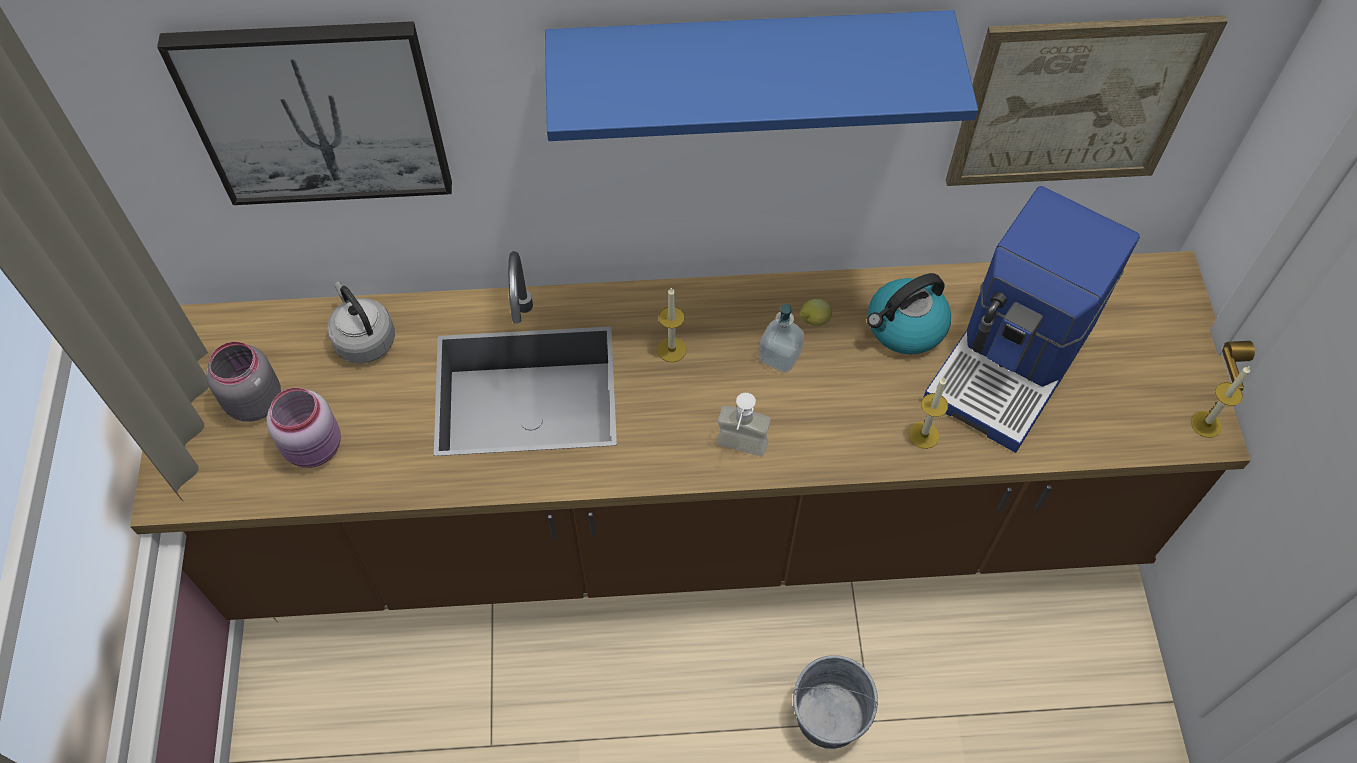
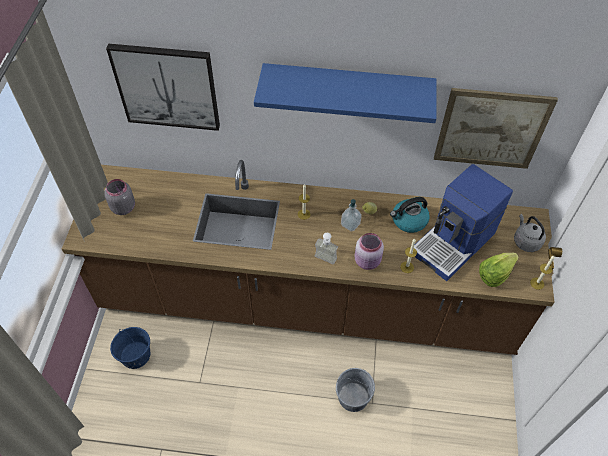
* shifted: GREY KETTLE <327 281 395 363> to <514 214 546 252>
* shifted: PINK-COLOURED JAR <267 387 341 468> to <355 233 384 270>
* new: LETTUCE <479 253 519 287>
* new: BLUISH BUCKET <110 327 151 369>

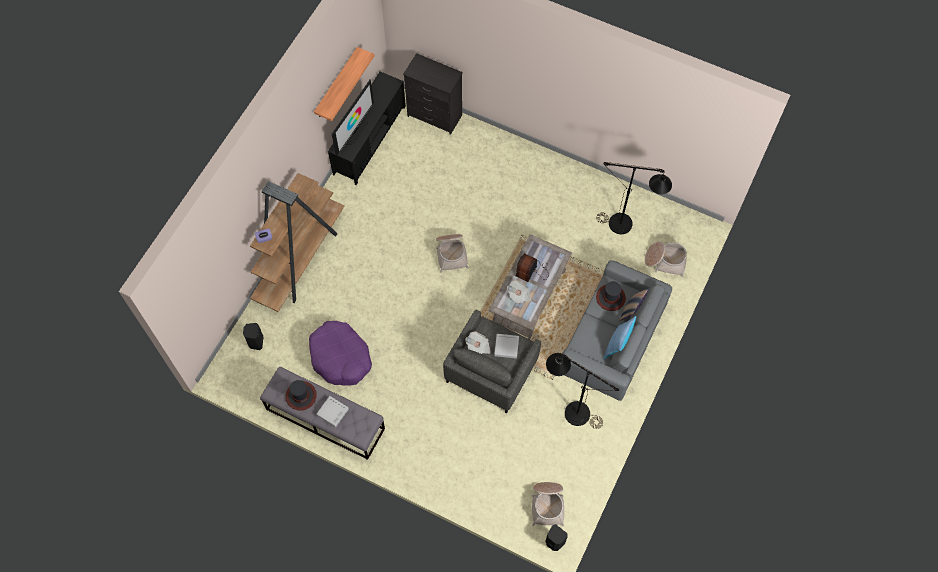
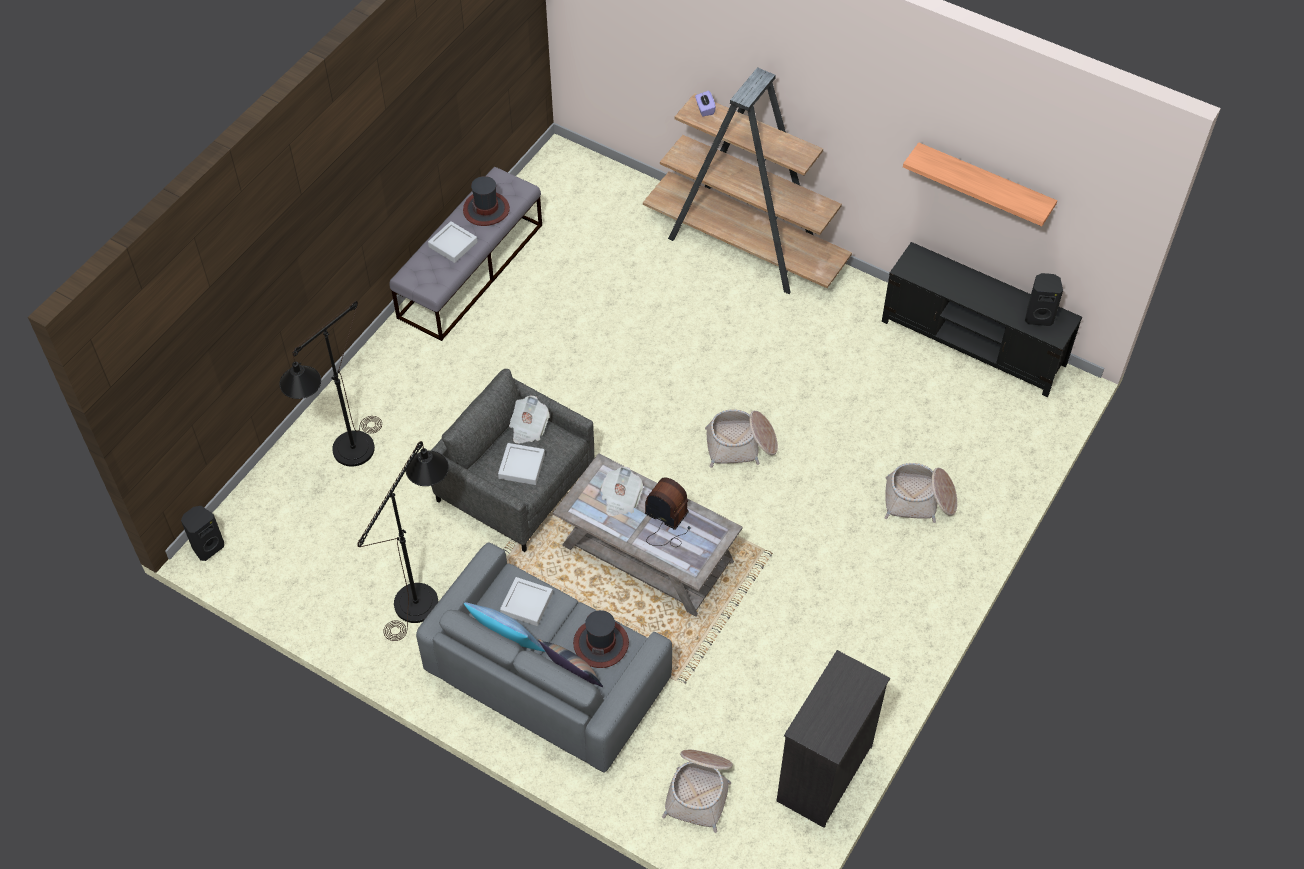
* shifted: BLACKISH DRAWER CHEST <403 53 463 135> to <776 650 890 828>
* gone: TV SET <332 79 374 156>
* shifted: BLACKISH STANDARD LAMP <596 162 672 234> to <279 301 382 467>
* gone: PURPLE DOG BED <309 321 372 386>
* shifted: BLACKISH LOUDSPEAKER <243 323 264 350> to <1025 273 1063 326>
* shifted: BASKET <532 482 564 526> to <885 463 957 523>
* new: GREY SERVING TRAY <500 577 553 626>

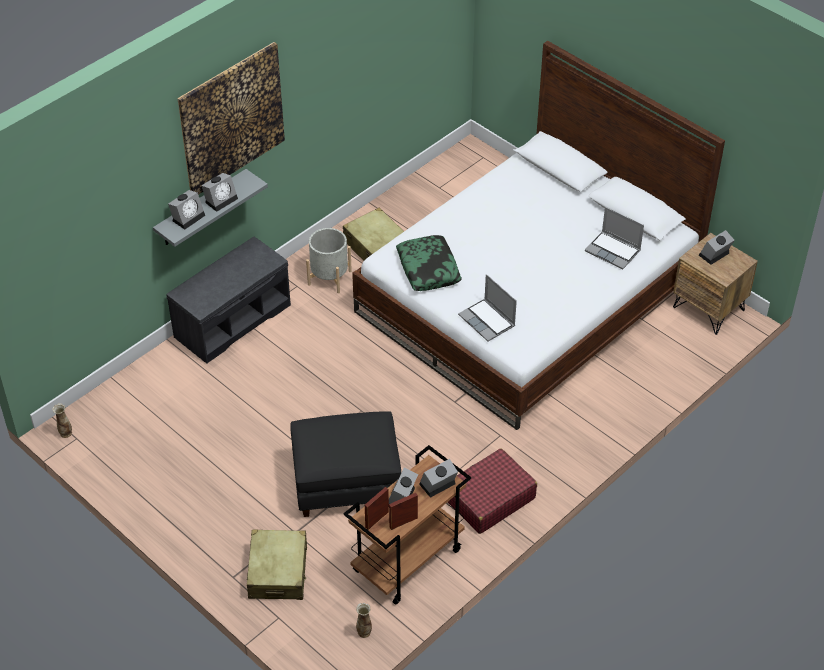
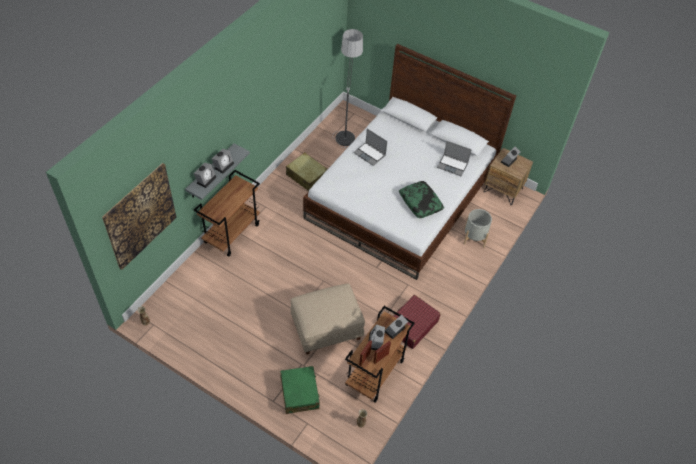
* shifted: WALL ART <177 42 285 195> to <102 163 176 270>
* shifted: GREY PLANT POT <306 228 352 293> to <464 209 492 247>
* shifted: CUSHION <396 235 462 291> to <399 181 444 218>
* swapped: GREY BENCH <166 237 291 364> to BROWN-COLOURED WHEELED CART <194 170 260 257>
* shifted: LAPTOP <458 274 517 342> to <353 129 387 166>
* repainted: BLACKISH POUFFE <291 412 401 517> to SAND-COLOURED POUFFE <290 283 365 355>
* repainted: SAND-COLOURED SUITCASE <247 530 307 600> to GREEN-COLOURED SUITCASE <280 366 320 414>
* new: STANDARD LAMP <332 29 363 148>

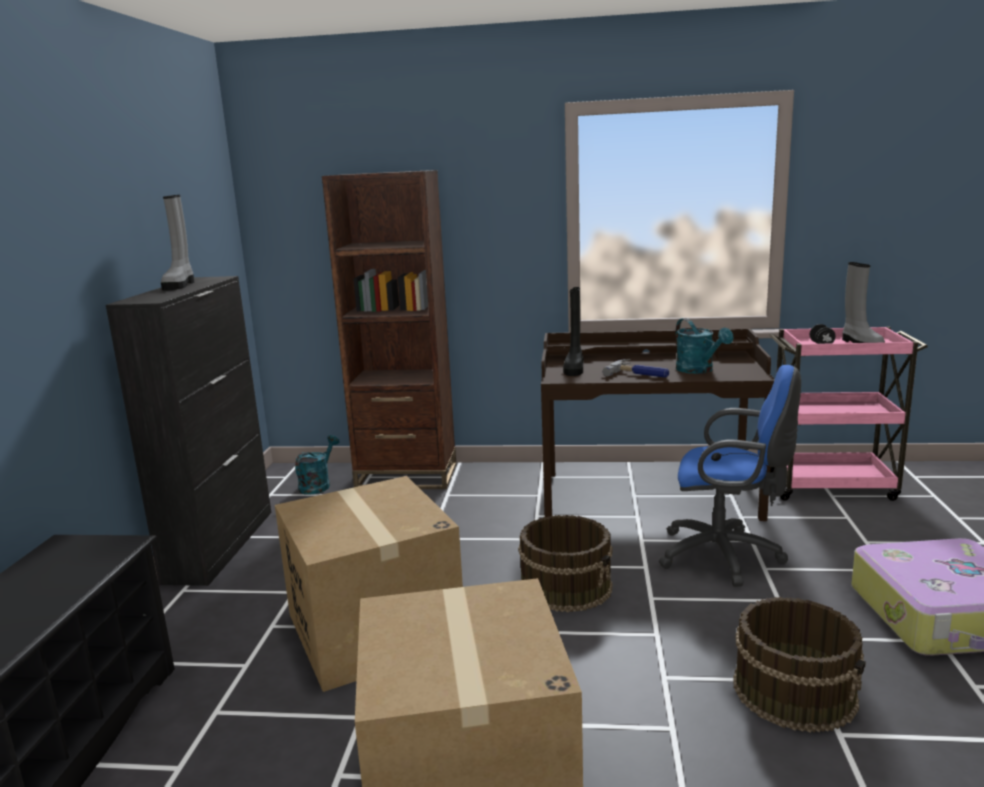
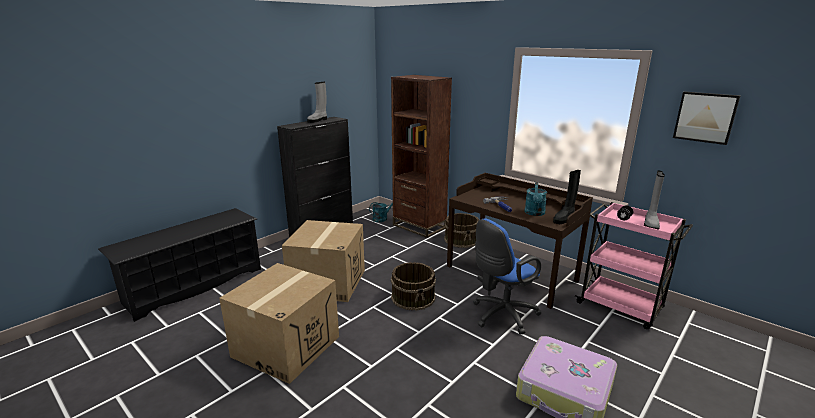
* shifted: BLACKISH HIGH-TOP BOOT <563 287 583 376> to <553 170 581 224>
* rotated: BLUISH DESK CHAIR <659 365 801 587> = <473 219 541 335> 90 degrees clockwise
* shifted: BROWN-COLOURED BUCKET <733 597 866 733> to <444 213 479 248>
* new: WALL ART <673 91 741 145>

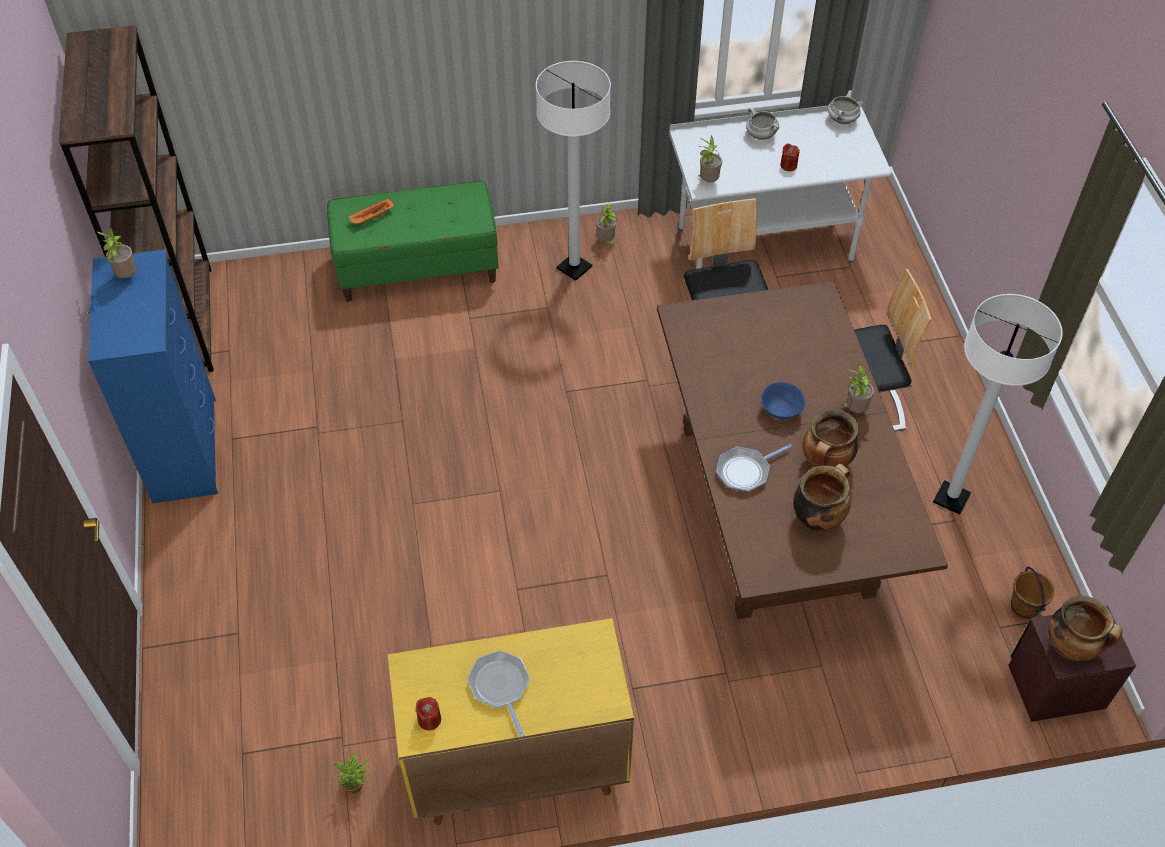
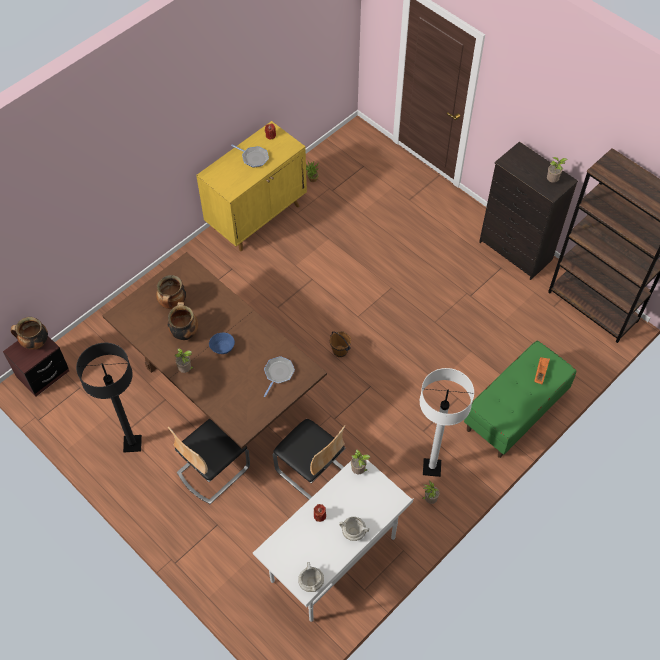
* repainted: BLUISH DRAWER CHEST <86 249 218 503> to BLACKISH DRAWER CHEST <479 142 578 280>
* repainted: WHITISH STANDARD LAMP <933 294 1063 515> to BLACKISH STANDARD LAMP <76 343 142 452>
* shifted: FRYING PAN <716 444 792 492> to <264 356 295 397>
* shifted: BROWN-COLOURED BUCKET <1011 567 1055 619> to <330 331 351 357>

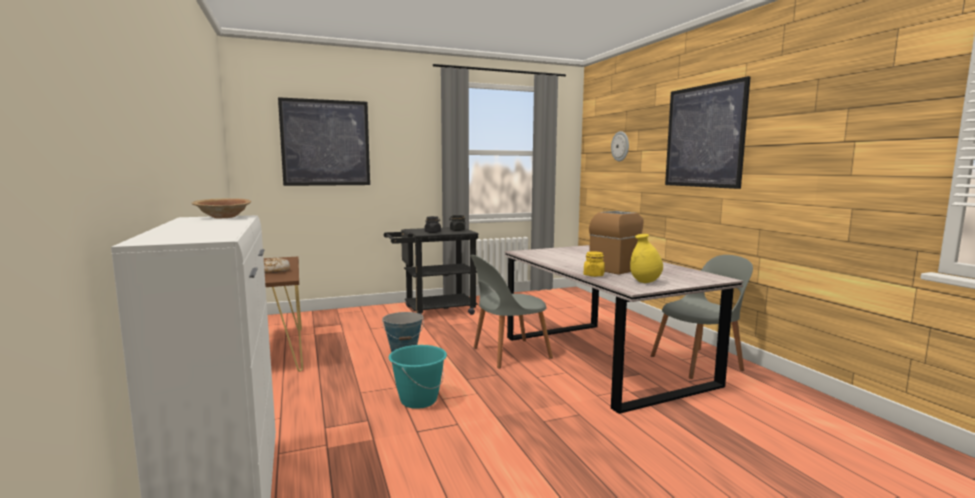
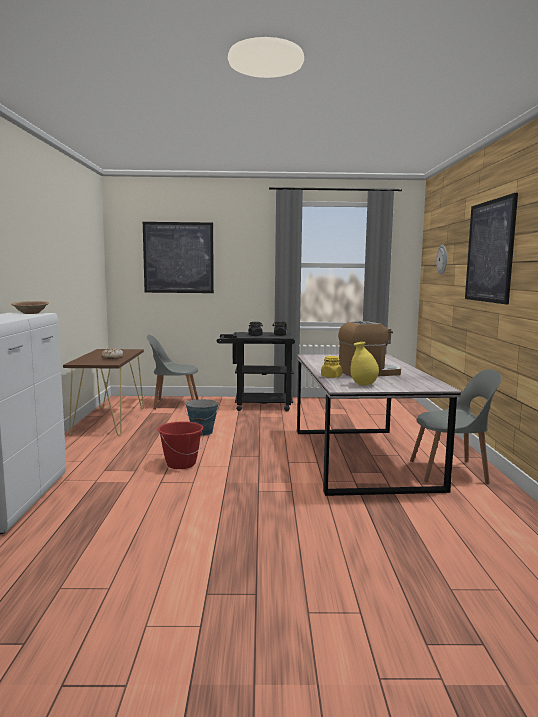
* shifted: GREY CHAIR <471 255 553 369> to <147 335 198 409>
* repainted: TURQUOISE BUCKET <389 345 447 409> to REDDISH BUCKET <158 421 203 469>

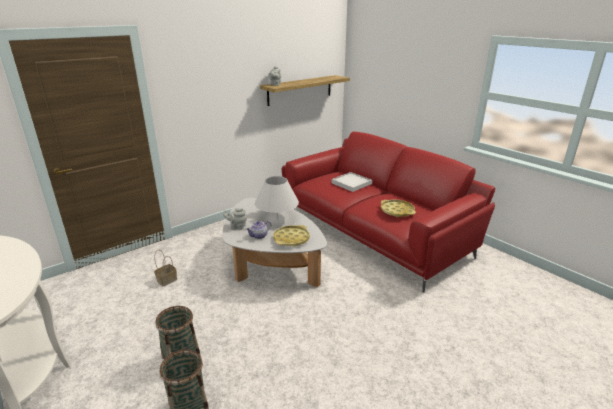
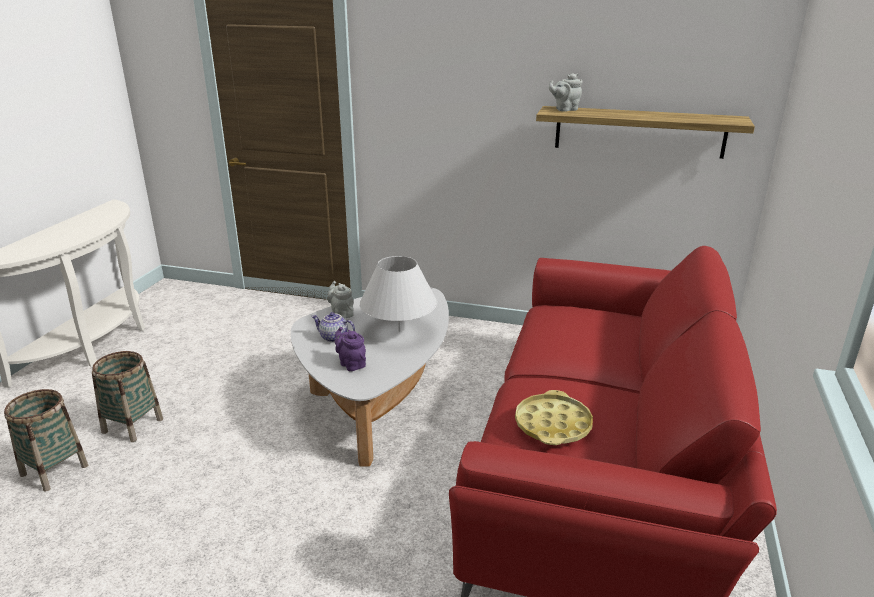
* gone: WHITISH SERVING TRAY <331 172 372 192>
* swapped: YELLOWISH SERVING TRAY <273 225 310 247> to PURPLE POT FOR TEA <335 327 366 371>
* gone: BASKET <154 250 177 286>

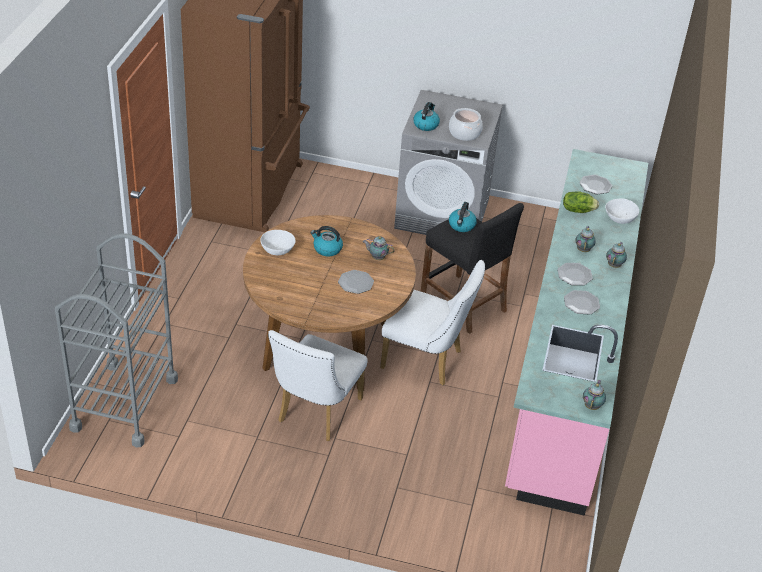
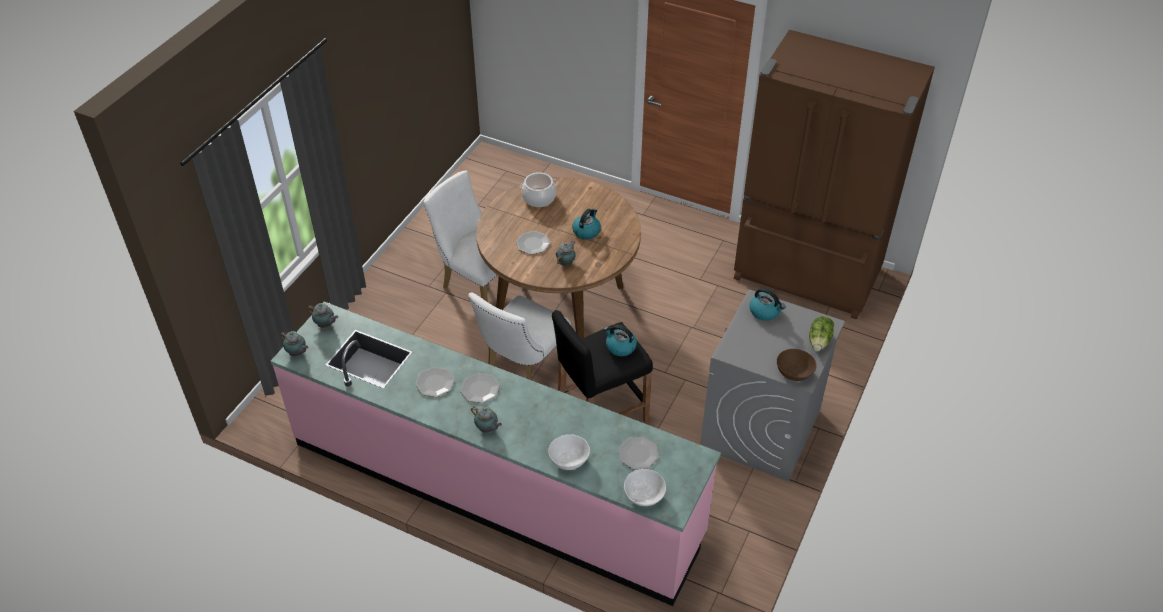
* shifted: COOKING POT <449 108 483 141> to <520 172 558 207>
* shifted: LETTUCE <563 191 599 213> to <809 316 834 351>
* shifted: POT FOR TEA <575 226 596 252> to <308 303 338 328>
* shifted: WHITISH DEEP DISH <260 230 296 256> to <624 469 666 506>
* gone: GREY WHEELED CART <55 233 178 447>
* new: BROWN-COLOURED DEEP DISH <777 349 816 381>

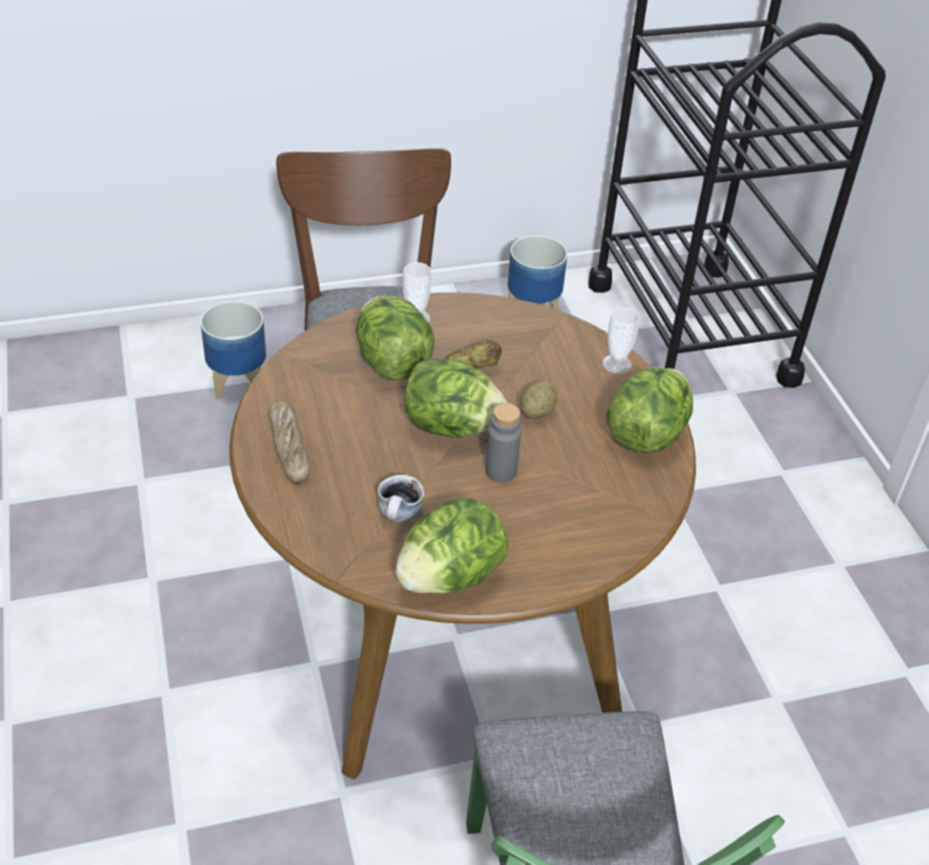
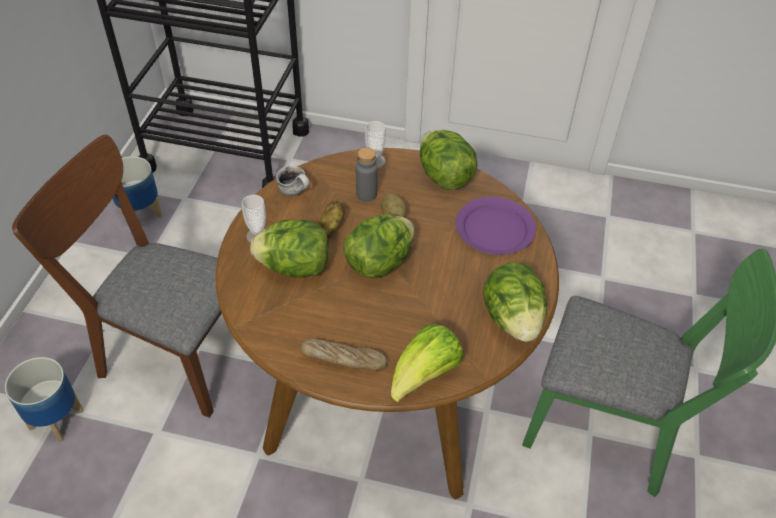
* shifted: GREY BEVERAGE BOTTLE <485 403 521 483> to <356 148 378 202>
* shifted: MUG <378 475 424 523> to <276 166 310 196>
* new: PURPLE FLAT DISH <456 197 536 255>
* new: LETTUCE <391 324 464 402>

